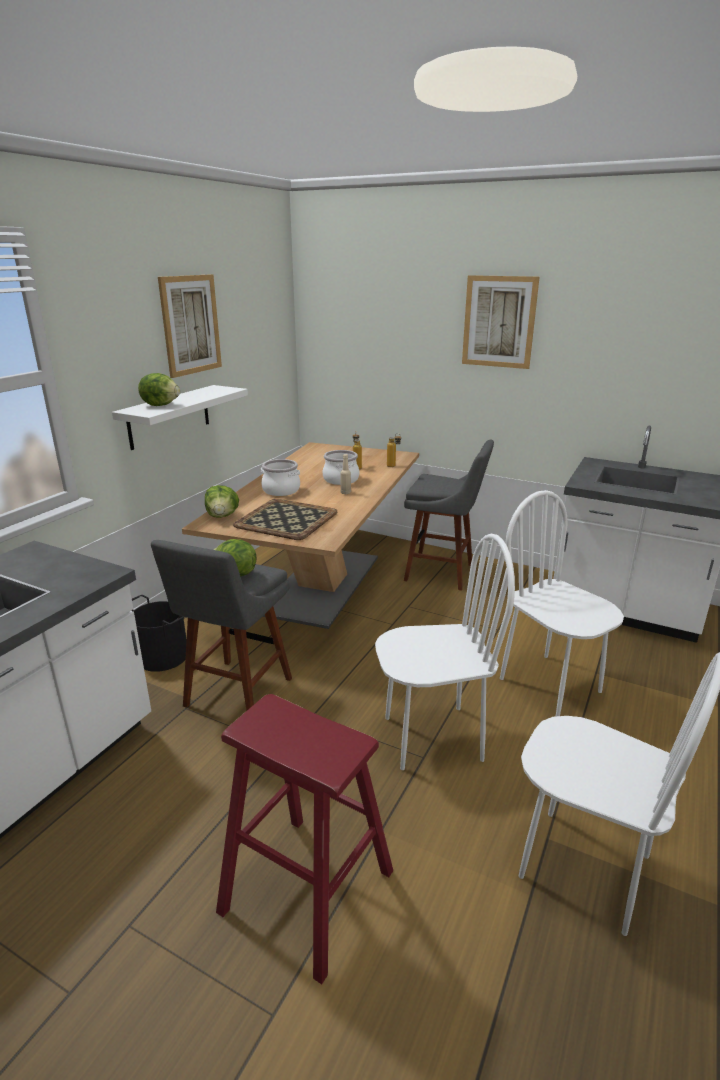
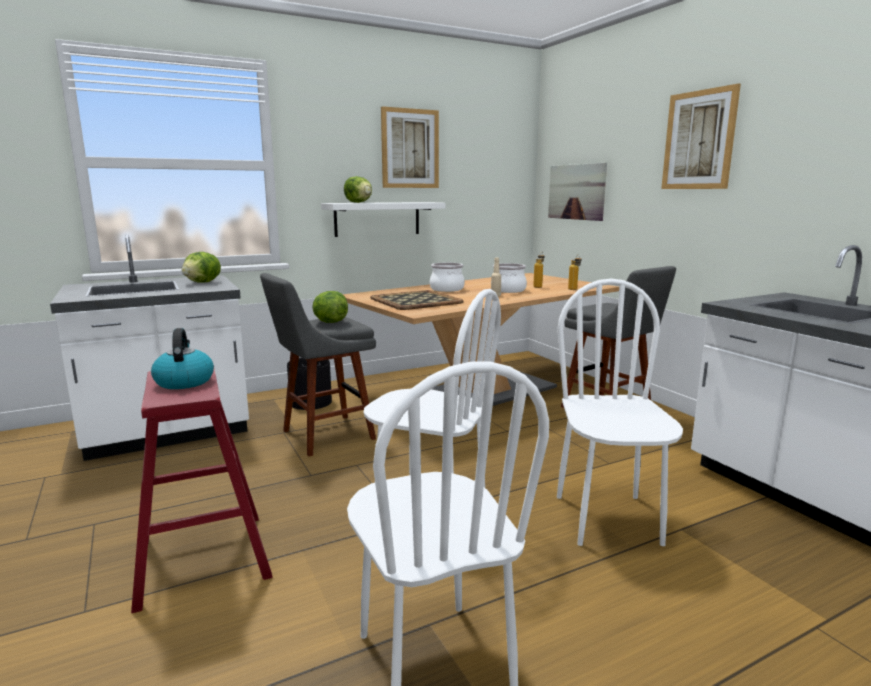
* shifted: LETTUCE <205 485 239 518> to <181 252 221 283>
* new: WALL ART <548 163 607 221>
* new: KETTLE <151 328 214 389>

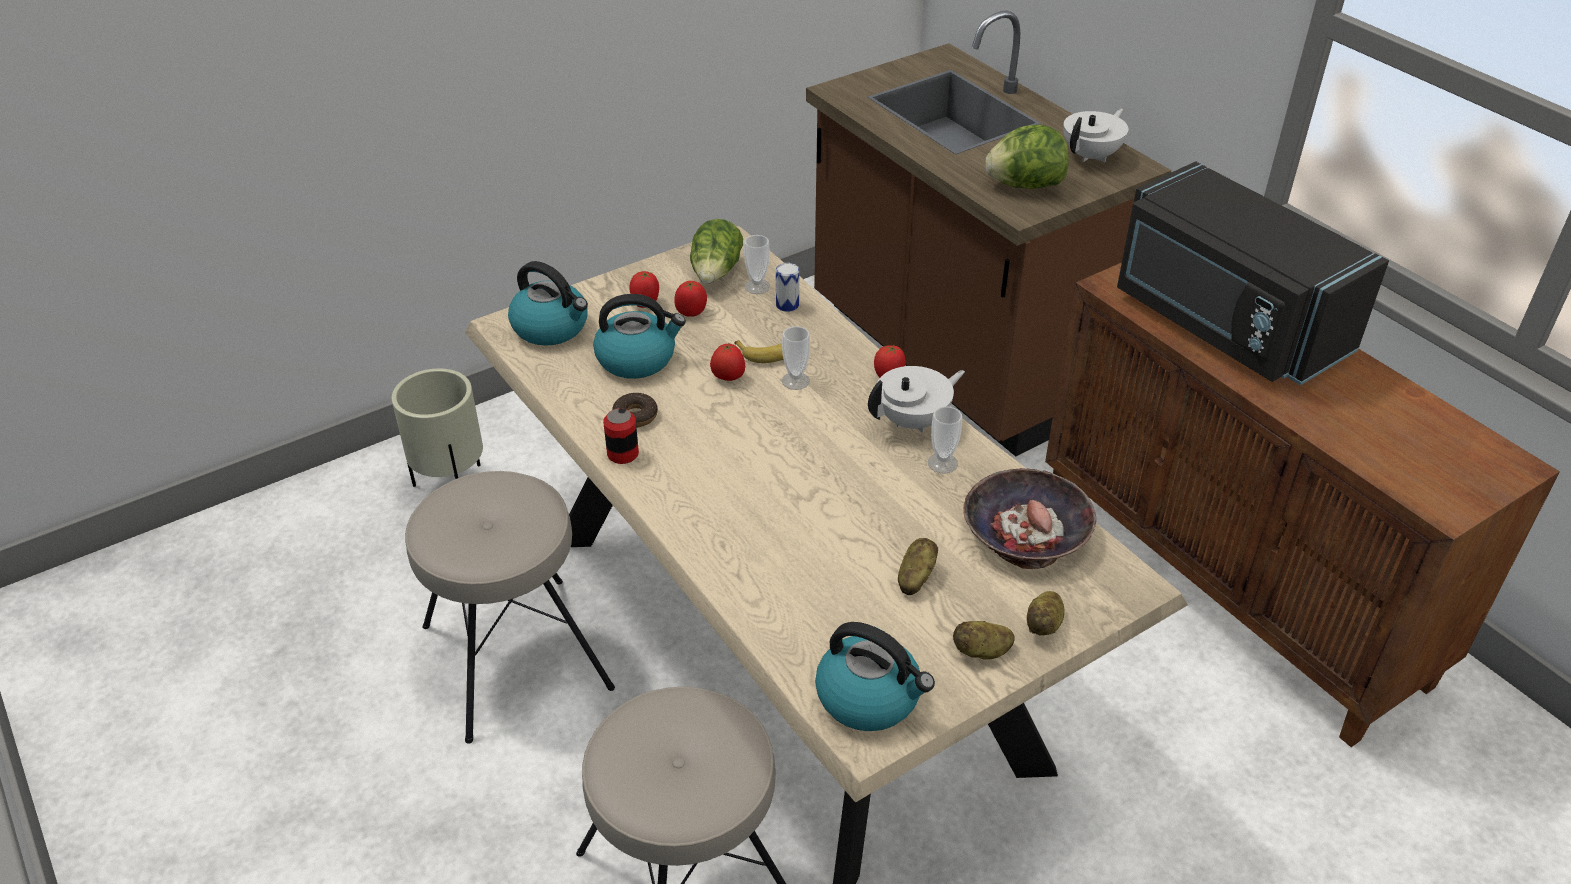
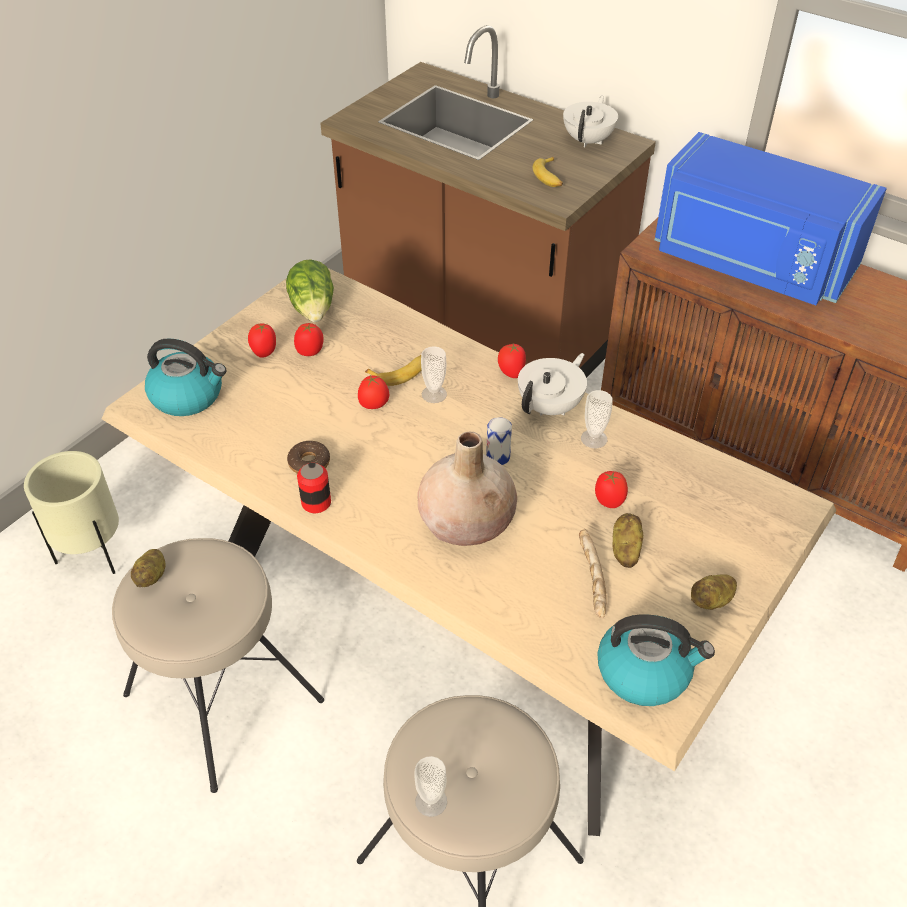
* swapped: LETTUCE <985 125 1069 189> to BANANA <532 157 563 187>
* repainted: BLACKISH MICROWAVE <1117 162 1389 385> to BLUISH MICROWAVE <655 132 887 305>
* shifted: SMALL CUP <744 235 770 294> to <415 756 447 817>
* shifted: CAN <776 263 799 312> to <486 417 512 465>
* gone: KETTLE <593 294 686 379>
* gone: DEEP DISH <963 468 1096 569>
* shifted: SPUD <1027 591 1065 636> to <131 549 165 587>
* new: SAND-COLOURED FLOWER VASE <417 432 517 546>
* new: TOMATO <595 471 628 508>
* new: BAKED BREAD <579 529 607 618>

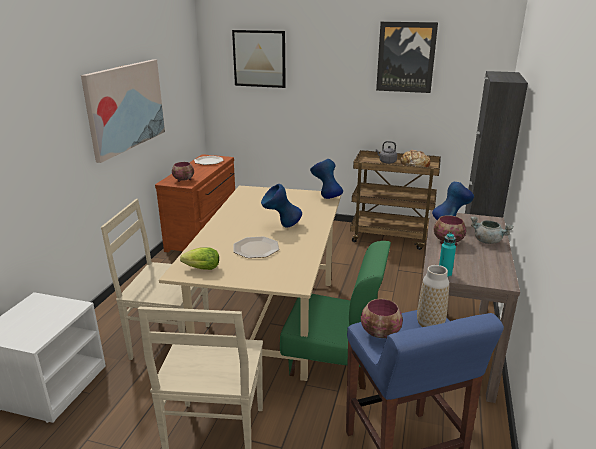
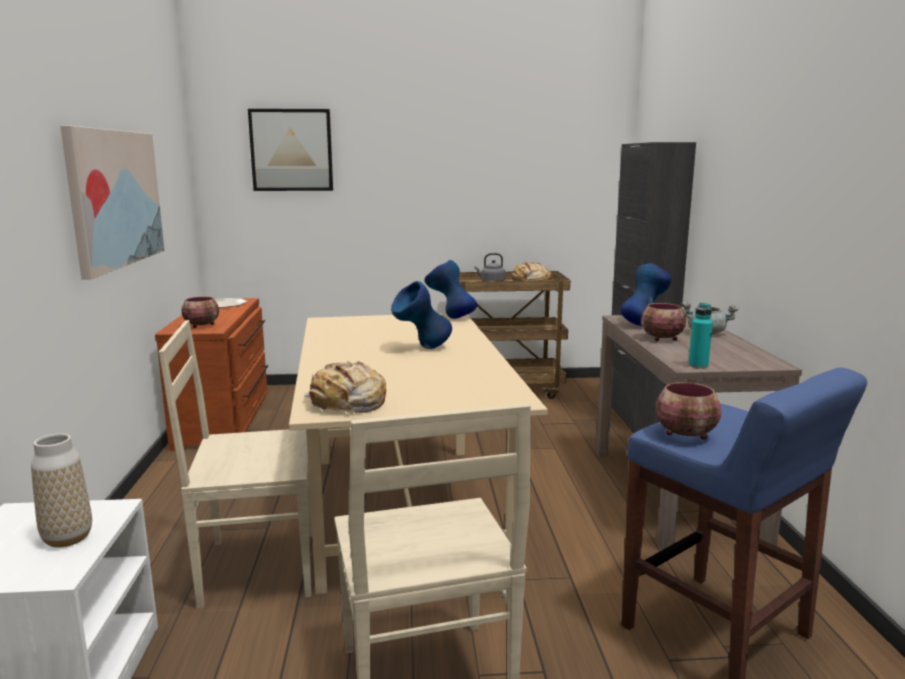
* gone: WALL ART <376 22 438 93>
* gone: FLAT DISH <233 236 279 258>
* gone: GREEN-COLOURED CHAIR <280 241 391 390>
* swapped: LETTUCE <180 247 219 270> to BAKED BREAD <304 361 386 413>
* shifted: FLOWER VASE <417 265 449 327> to <31 434 92 548>

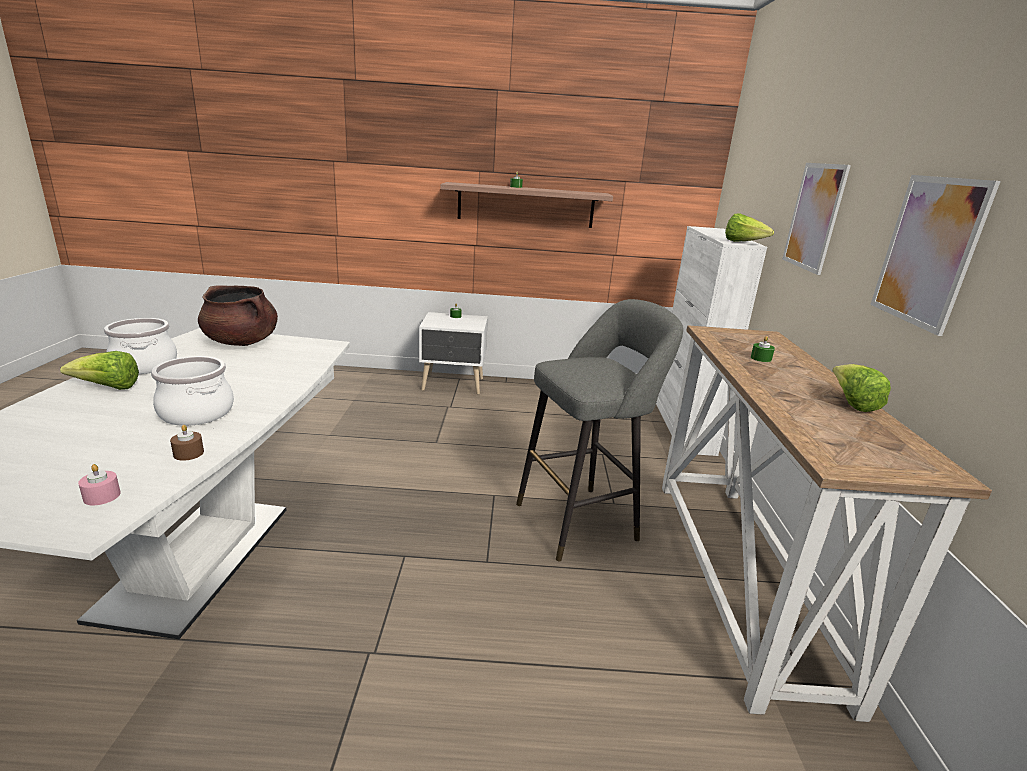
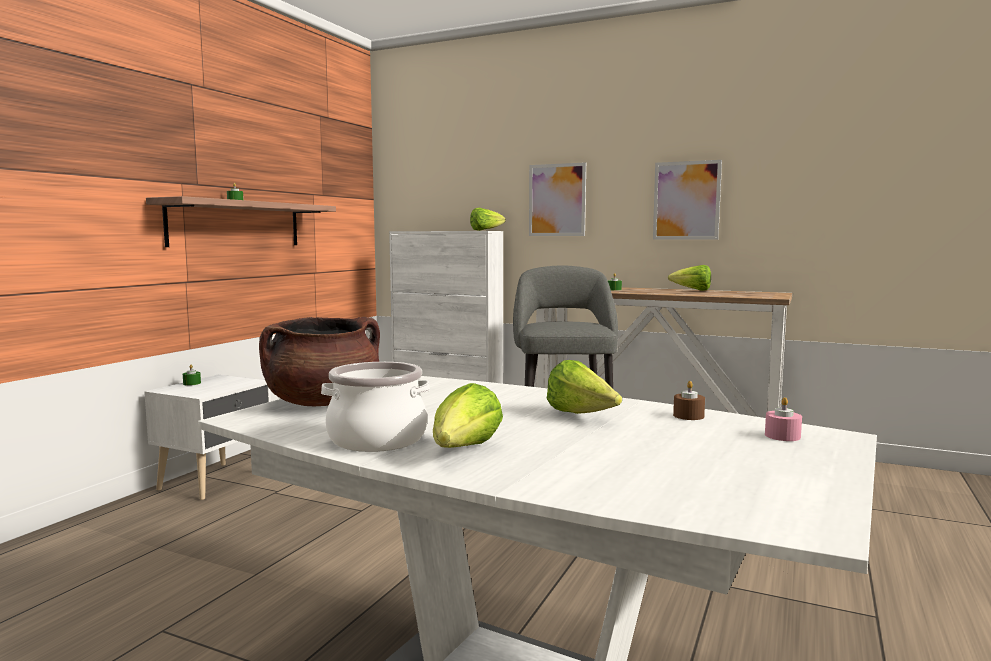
* swapped: COOKING POT <151 356 234 426> to LETTUCE <546 360 622 414>

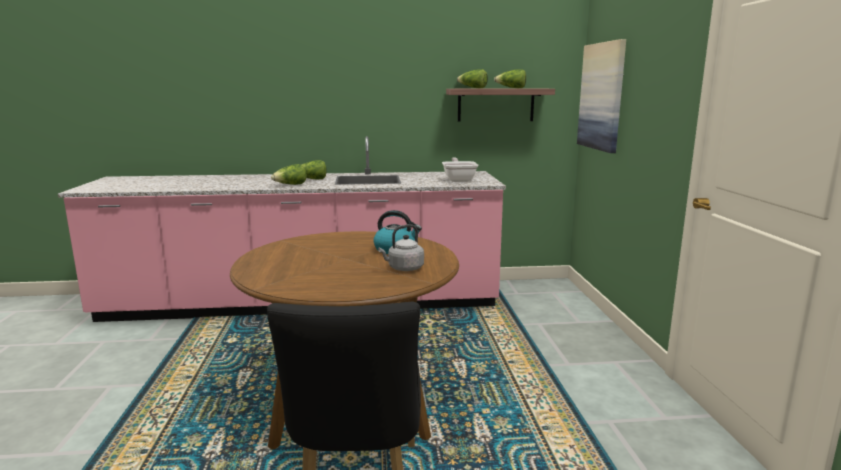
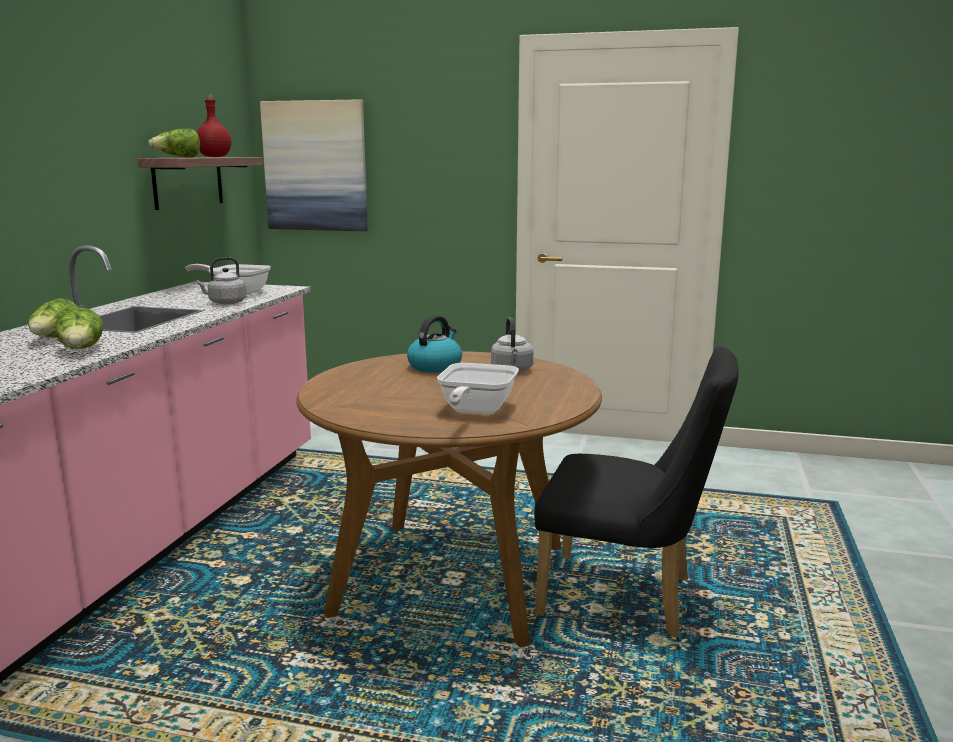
* swapped: LETTUCE <494 69 526 88> to REDDISH BEVERAGE BOTTLE <197 95 231 157>
* new: GREY KETTLE <195 257 247 305>
* new: FRYING PAN <437 363 519 414>

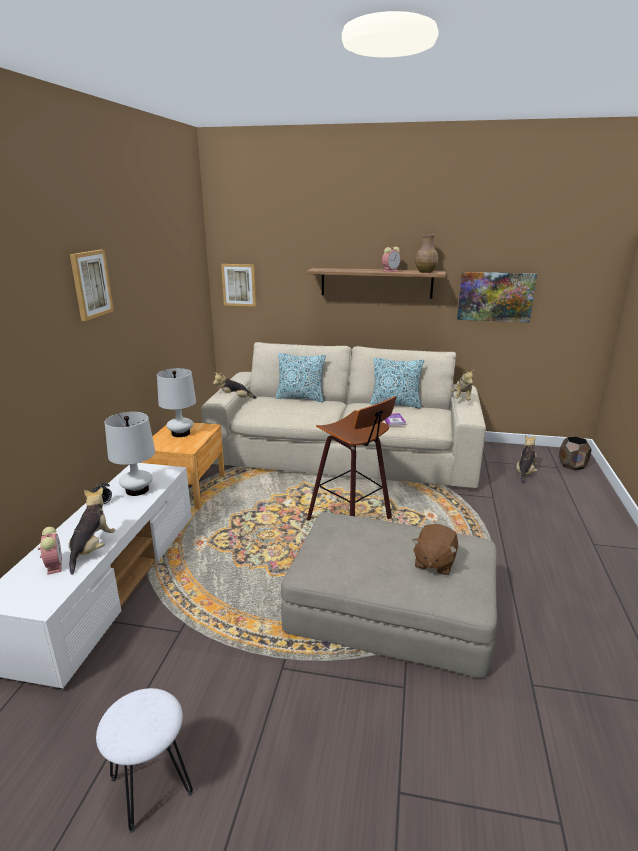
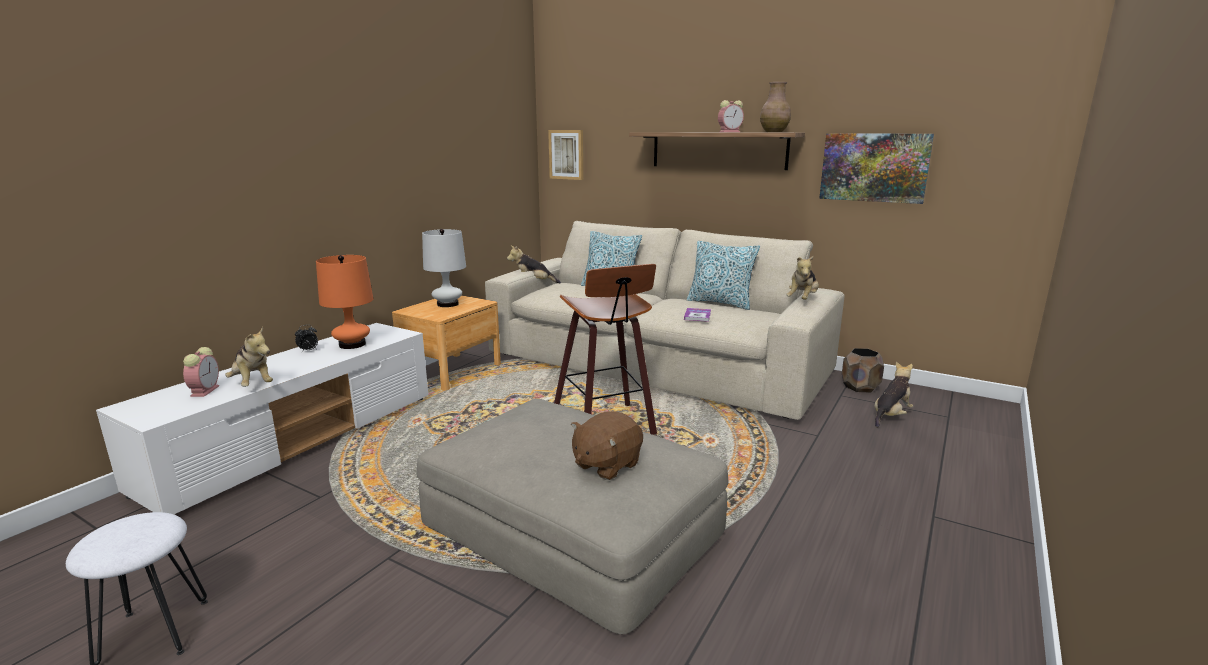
* gone: WALL ART <70 250 114 321>
* repainted: WHITISH TABLE LAMP <105 412 155 496> to ORANGEY TABLE LAMP <316 255 373 349>
* shifted: BROWN-COLOURED PLANT POT <558 436 592 470> to <842 348 884 393>
* rotated: CUDDLY TOY <69 487 116 575> = <225 327 273 387> 105 degrees clockwise

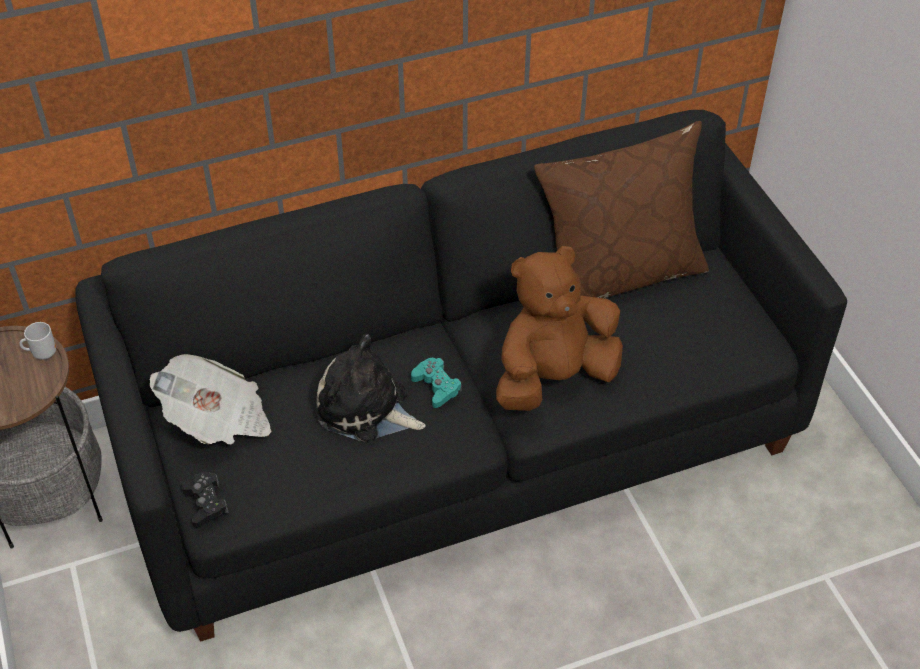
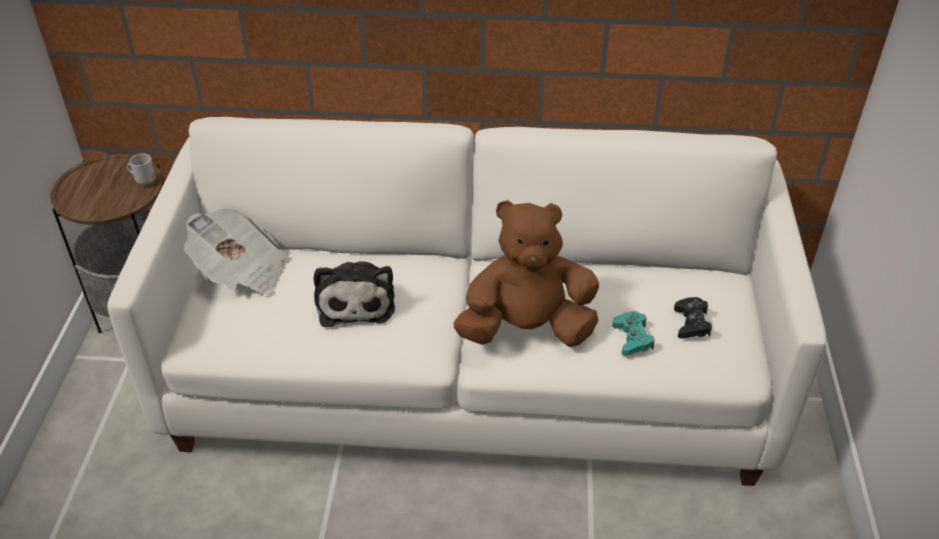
* repainted: BLACKISH COUCH <75 110 847 642> to WHITISH COUCH <108 117 827 486>
* gone: BROWN-COLOURED CUSHION <534 121 709 299>
* rotated: CUDDLY TOY <314 334 426 442> = <314 261 395 327> 150 degrees counterclockwise
* shifted: TURQUOISE GAME CONTROLLER <411 358 462 408> to <612 311 655 356>
* shifted: BLACKISH GAME CONTROLLER <182 472 229 528> to <674 297 712 339>

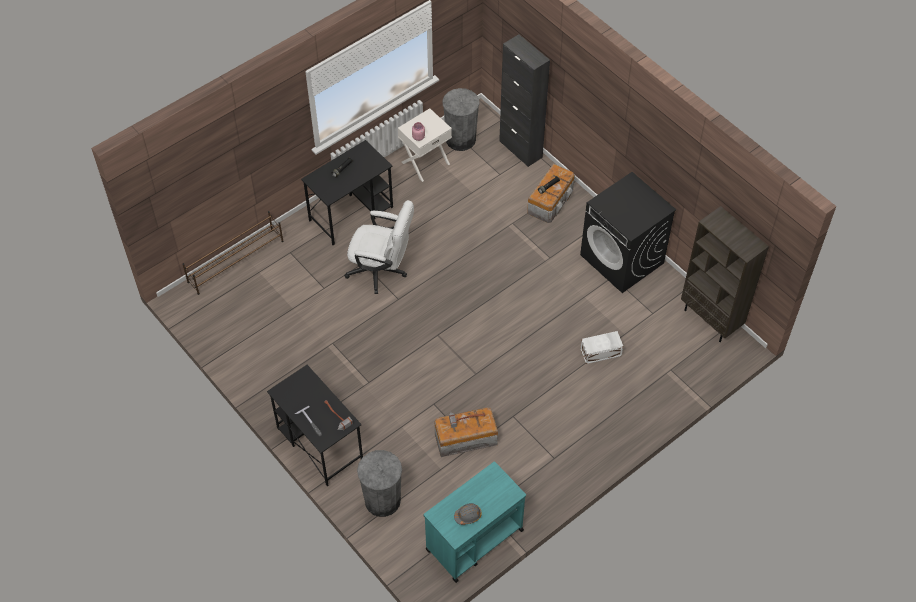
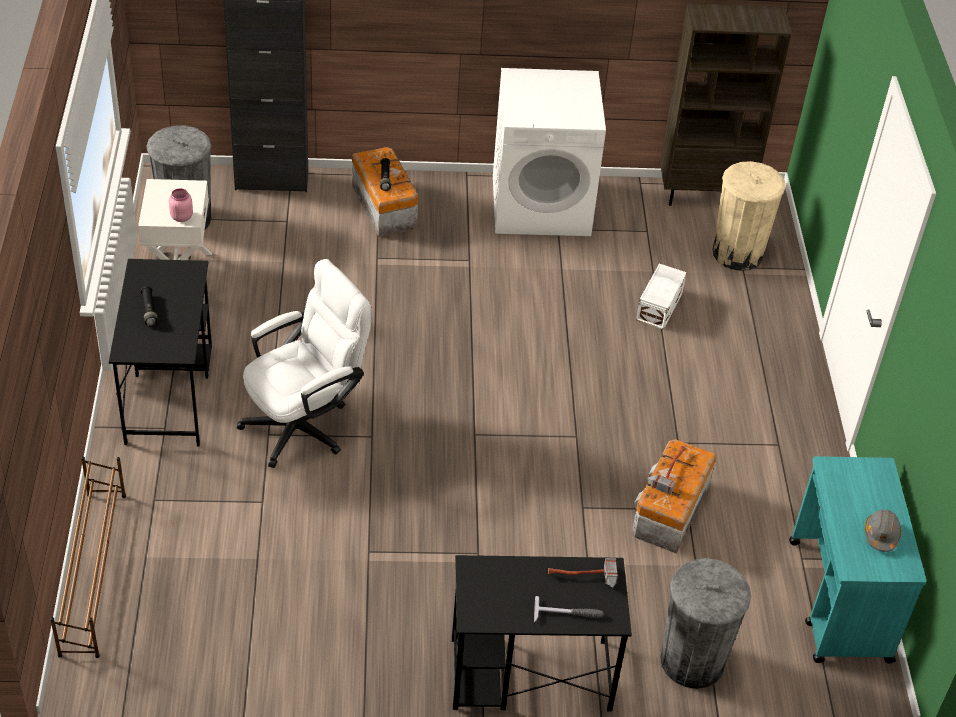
* repainted: BLACKISH LAUNDRY MACHINE <580 172 676 293> to WHITISH LAUNDRY MACHINE <493 68 606 236>
* new: SAND-COLOURED WASTE BIN <712 161 786 271>

